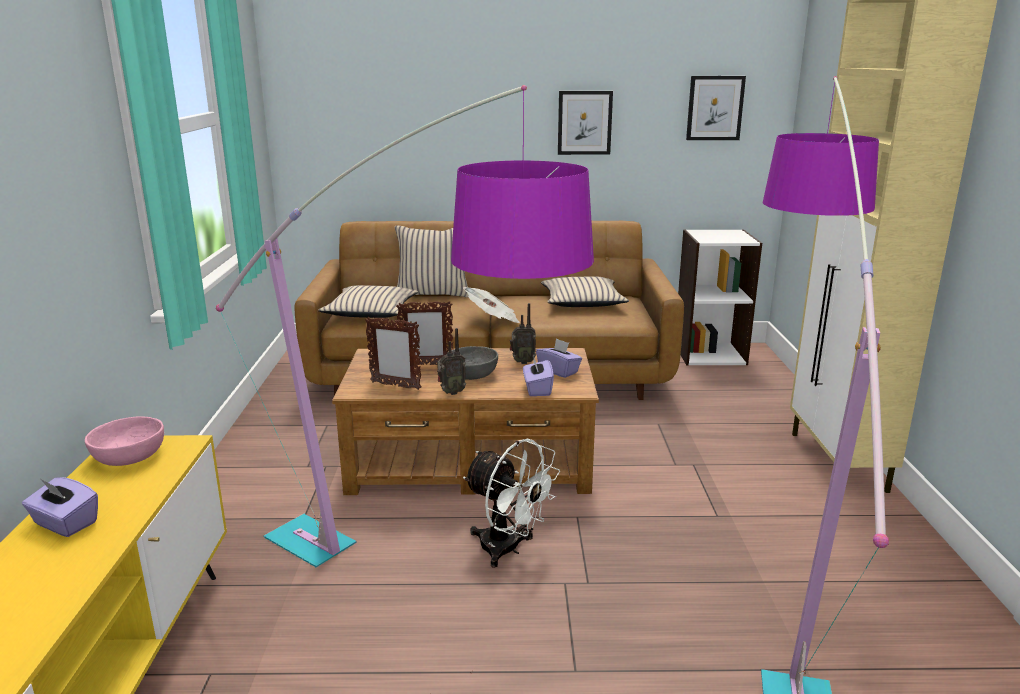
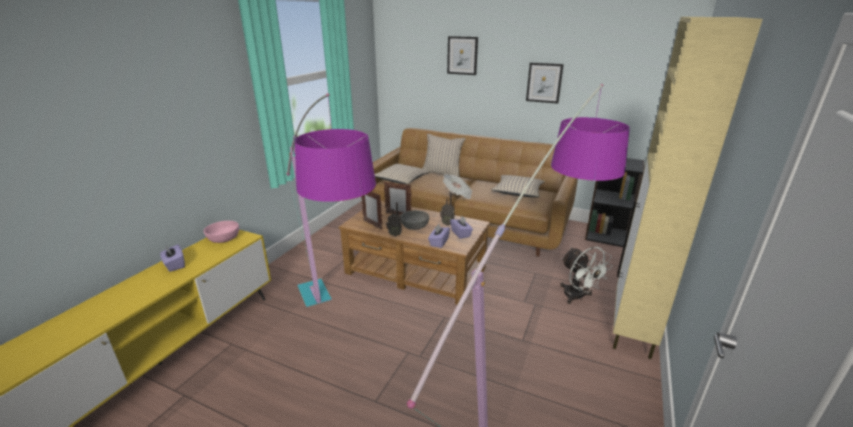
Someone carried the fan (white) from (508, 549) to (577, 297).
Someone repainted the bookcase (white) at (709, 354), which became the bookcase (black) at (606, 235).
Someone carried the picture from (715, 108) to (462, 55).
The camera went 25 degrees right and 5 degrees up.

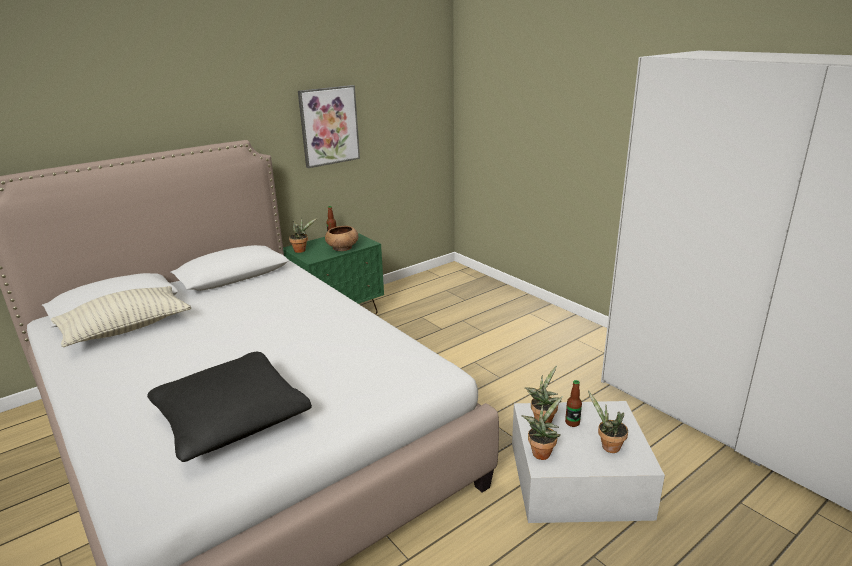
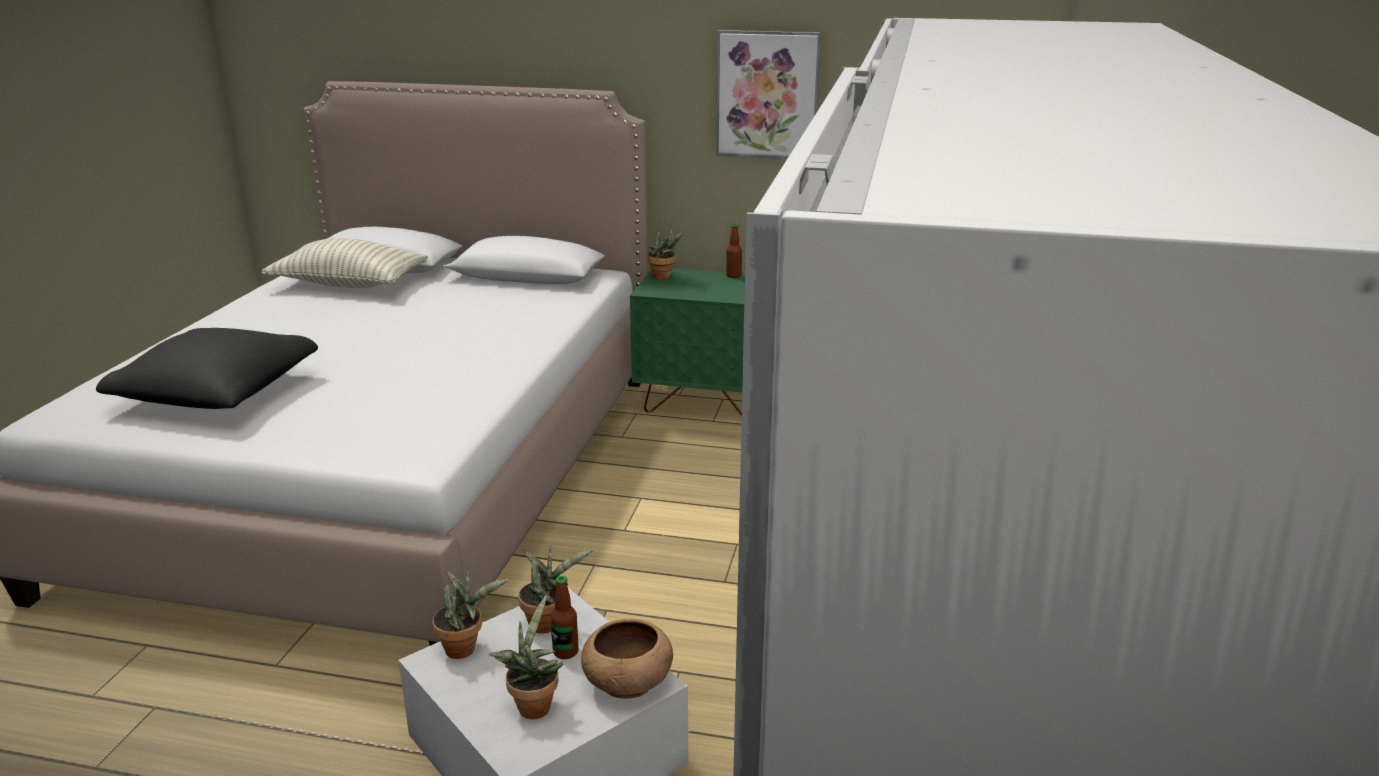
Someone carried the bowl (brown) from (342, 248) to (626, 682).
The camera went 50 degrees right and 0 degrees up.

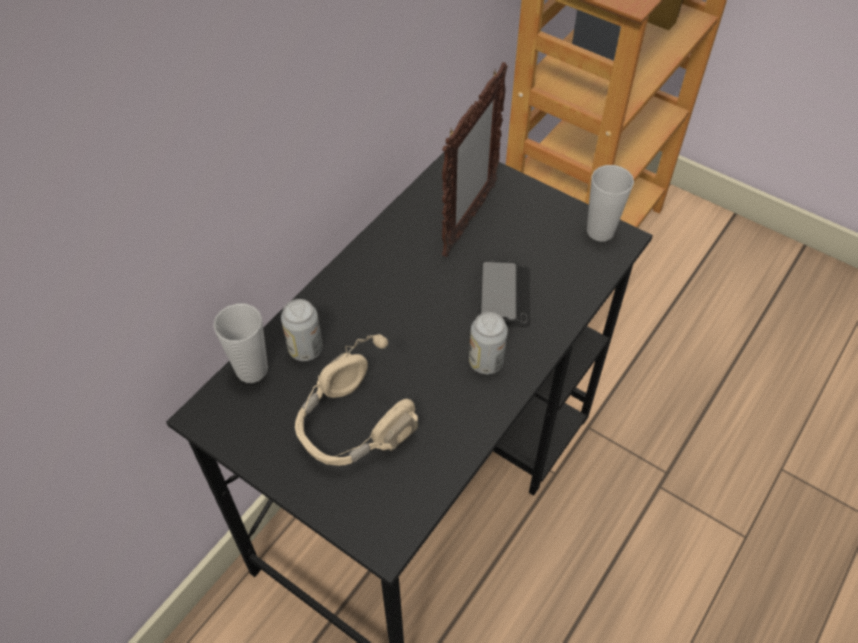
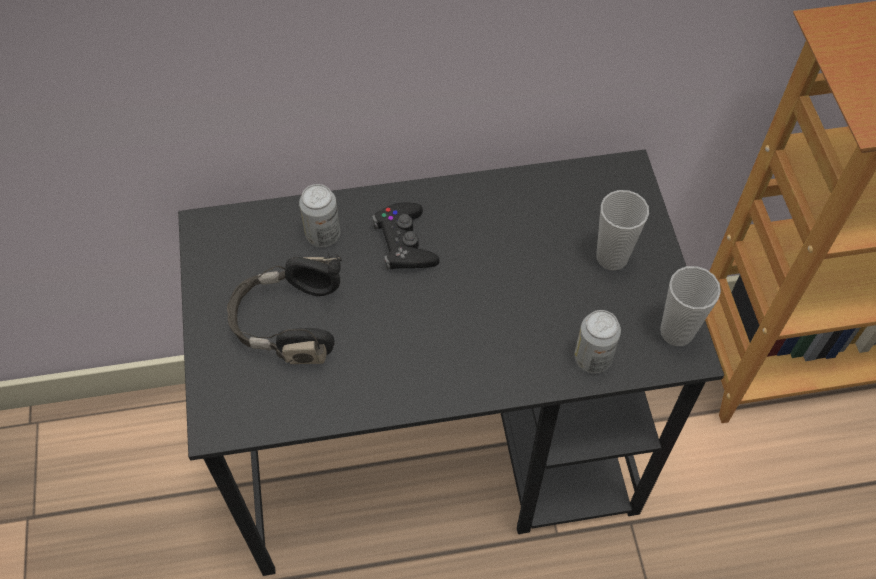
Someone carried the cup from (252, 370) to (612, 257).
Someone repainted the headphones (beige) at (353, 426), which became the headphones (black) at (289, 322).
Someone took away the picture frame at (469, 220).
Someone carried the can from (486, 362) to (592, 358).
Someone took away the phone at (504, 295).
Someone put down the game controller (black) at (405, 243).
The camera went 45 degrees right and 5 degrees up.

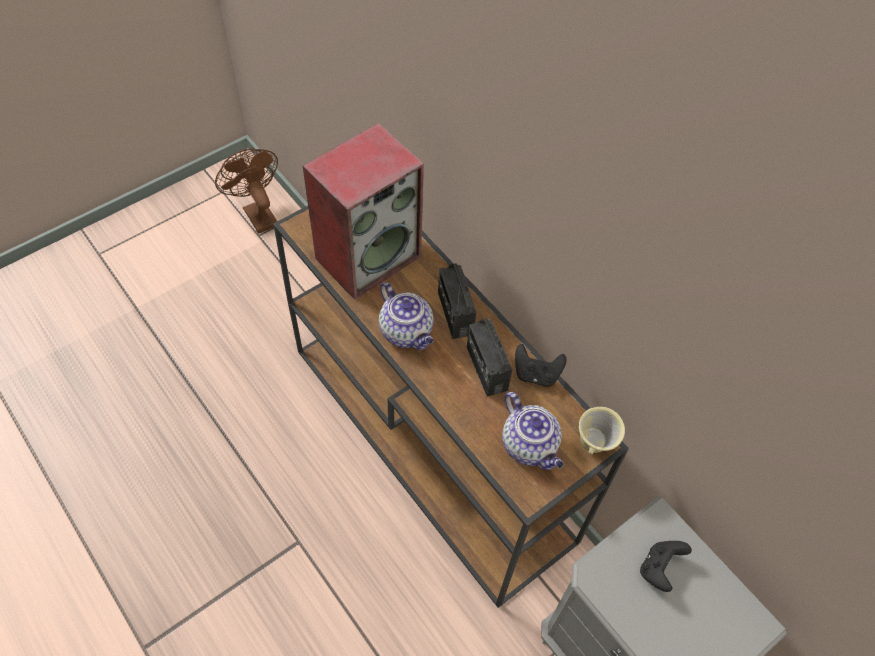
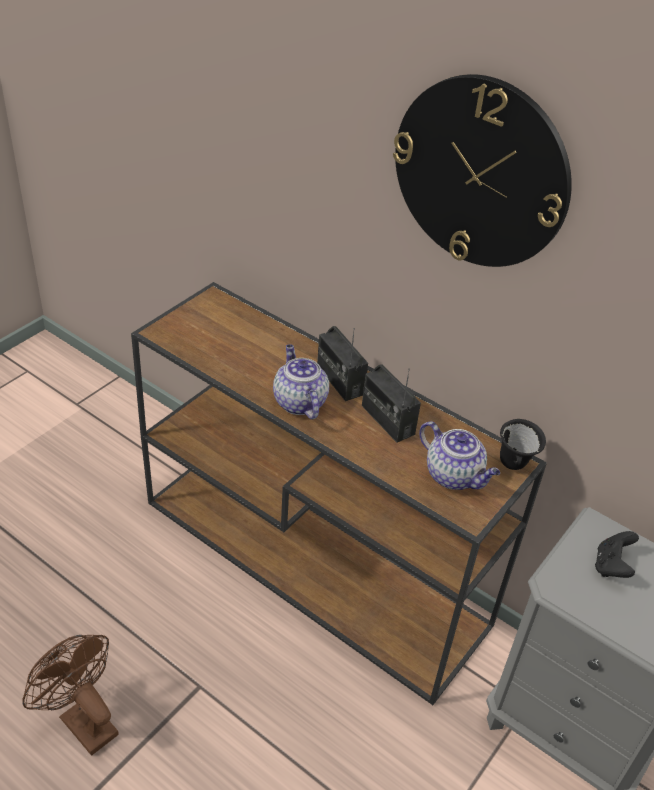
Someone carried the fan (brown) from (257, 213) to (82, 720).
Someone took away the speaker at (368, 256).
Someone rotated the teapot at (407, 332) by 150 degrees counterclockwise.
Someone took away the game controller (black) at (536, 374).
Someone repainted the mug (beige) at (594, 446), which became the mug (black) at (514, 466).
Someone put up the wall clock at (480, 173).
The camera went 15 degrees left and 15 degrees down.

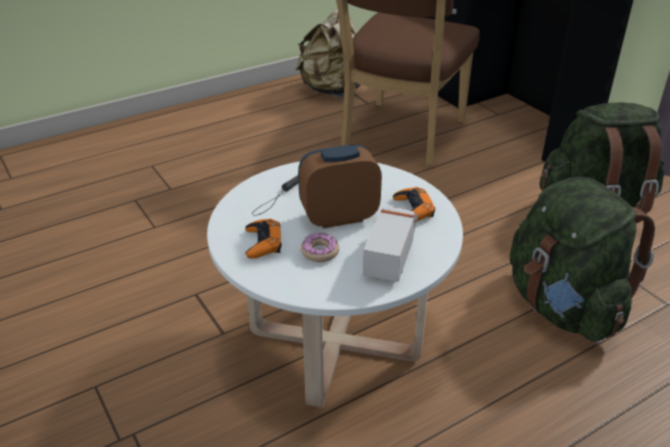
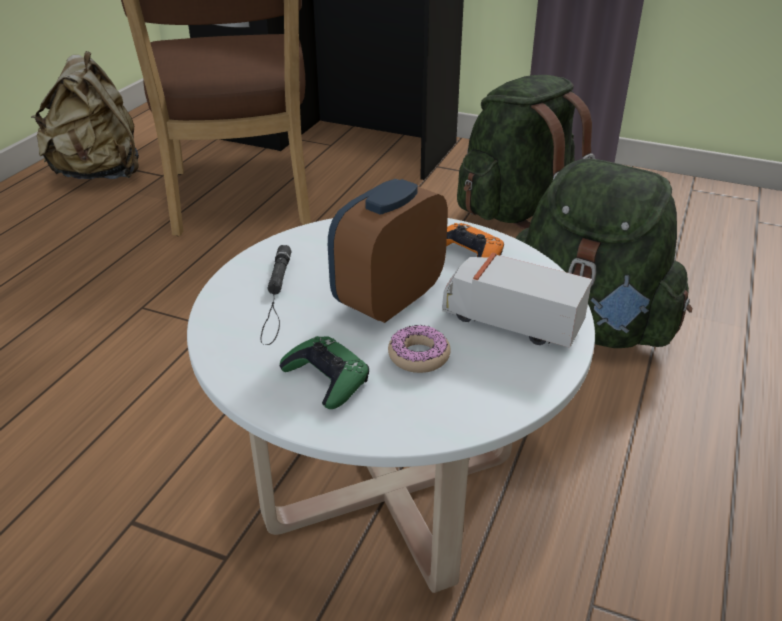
Someone repainted the game controller (orange) at (263, 243), which became the game controller (green) at (326, 378).
Someone rotated the toy truck at (390, 255) by 45 degrees counterclockwise.
The camera went 35 degrees left and 0 degrees up.

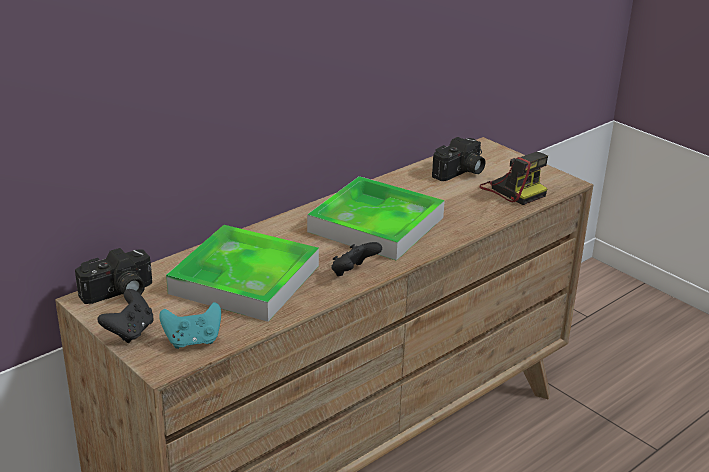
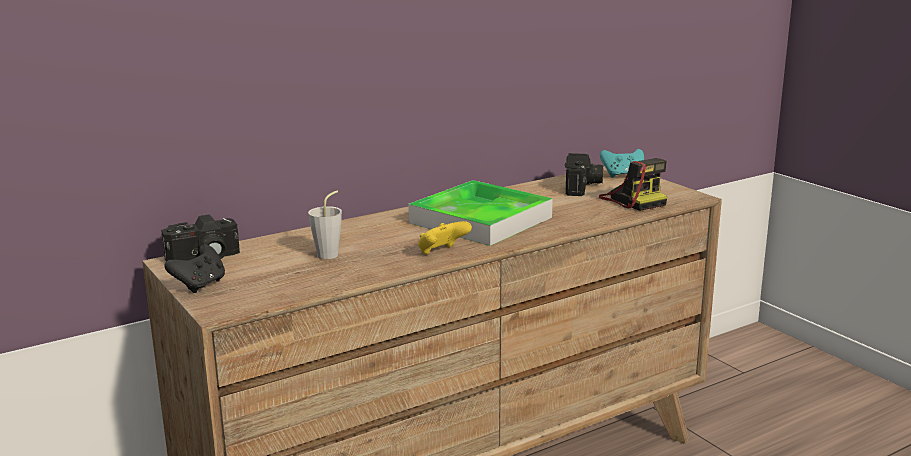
Someone carried the game controller (turquoise) from (193, 341) to (622, 175).
Someone swapped the tray at (245, 279) for the cup (grey) at (330, 253).
Someone repainted the game controller (black) at (353, 273), which became the game controller (yellow) at (442, 253).
Someone rotated the photo camera at (460, 173) by 45 degrees counterclockwise.
The camera went 10 degrees right and 10 degrees down.

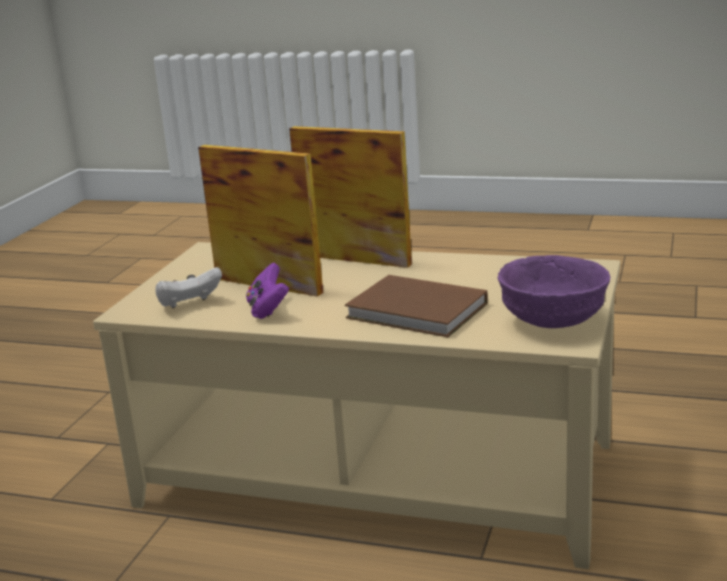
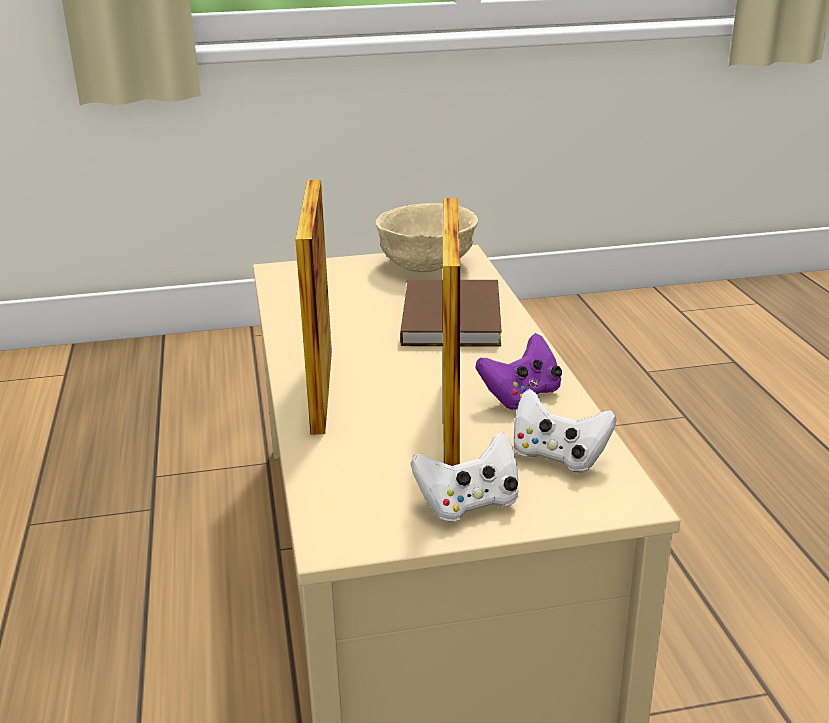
Someone repainted the bowl (purple) at (551, 322), which became the bowl (beige) at (427, 265).
Someone put down the game controller (white) at (469, 504).
The camera went 120 degrees left and 5 degrees up.

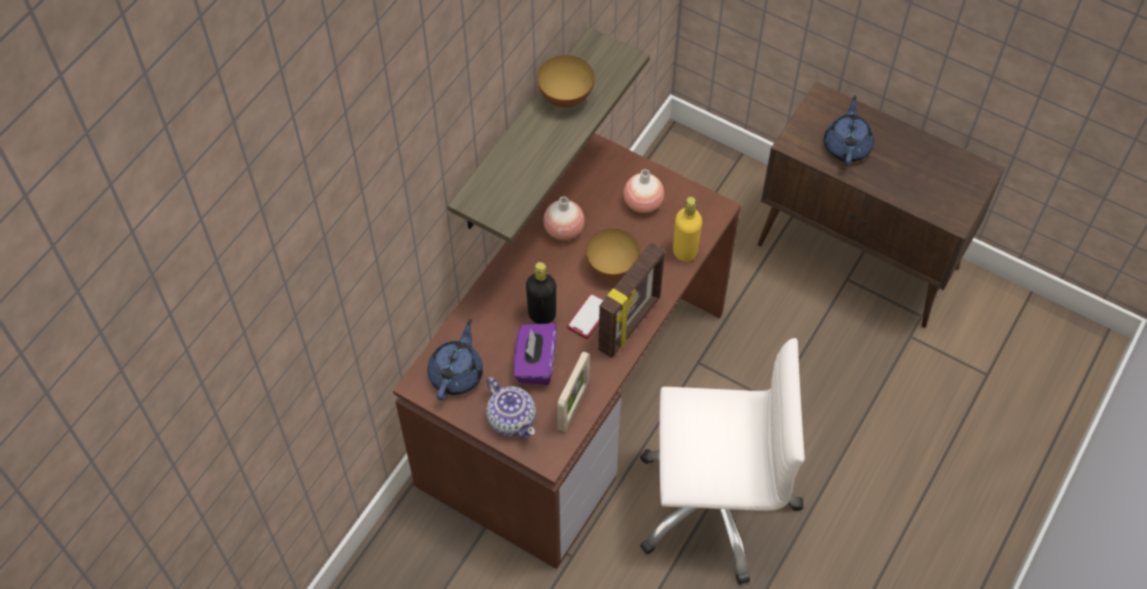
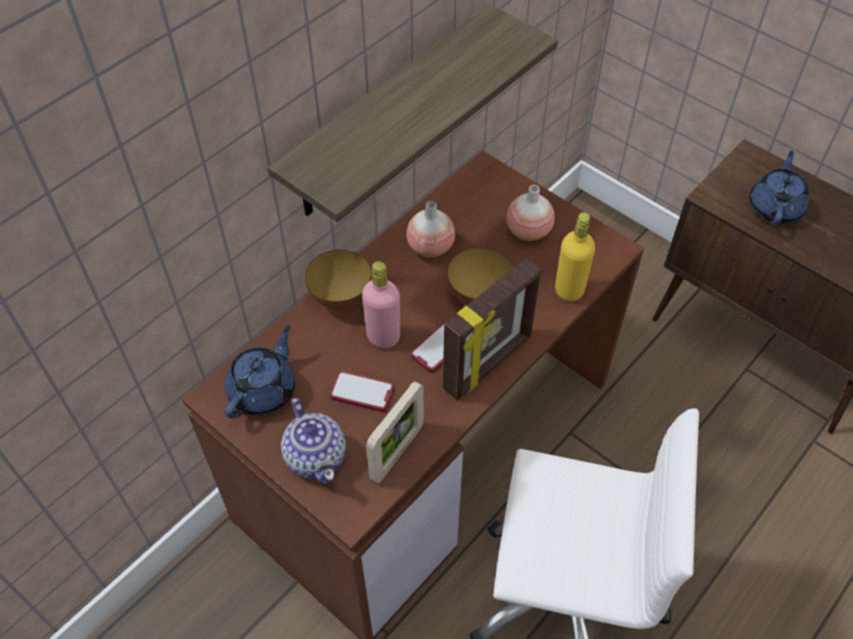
Someone swapped the tissue box (purple) at (535, 363) for the phone at (362, 392).
Someone repainted the bottle (black) at (542, 314), which became the bottle (pink) at (383, 337).
Someone carried the bowl from (565, 97) to (341, 297).
The camera went 10 degrees right and 5 degrees down.

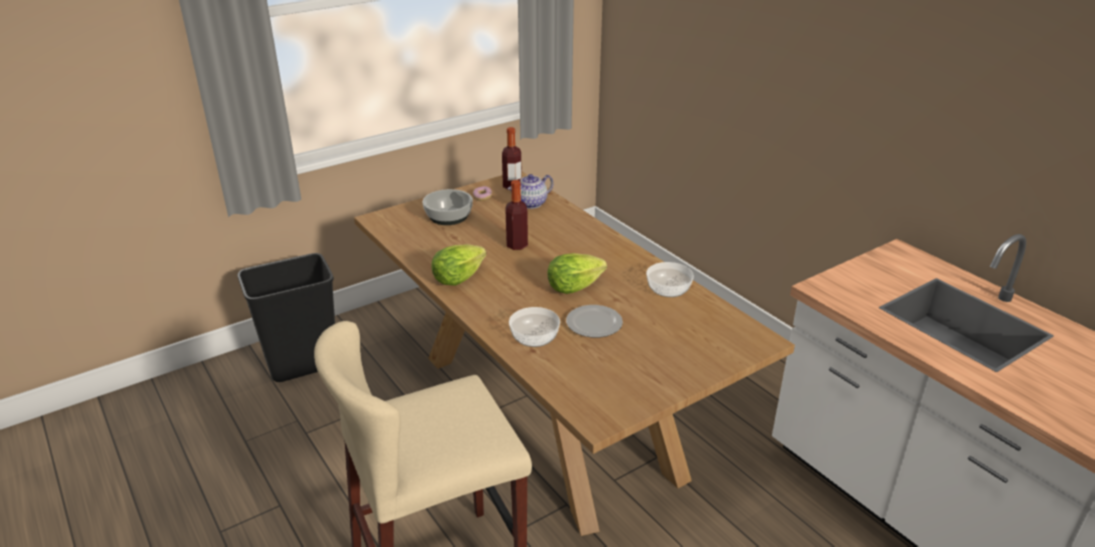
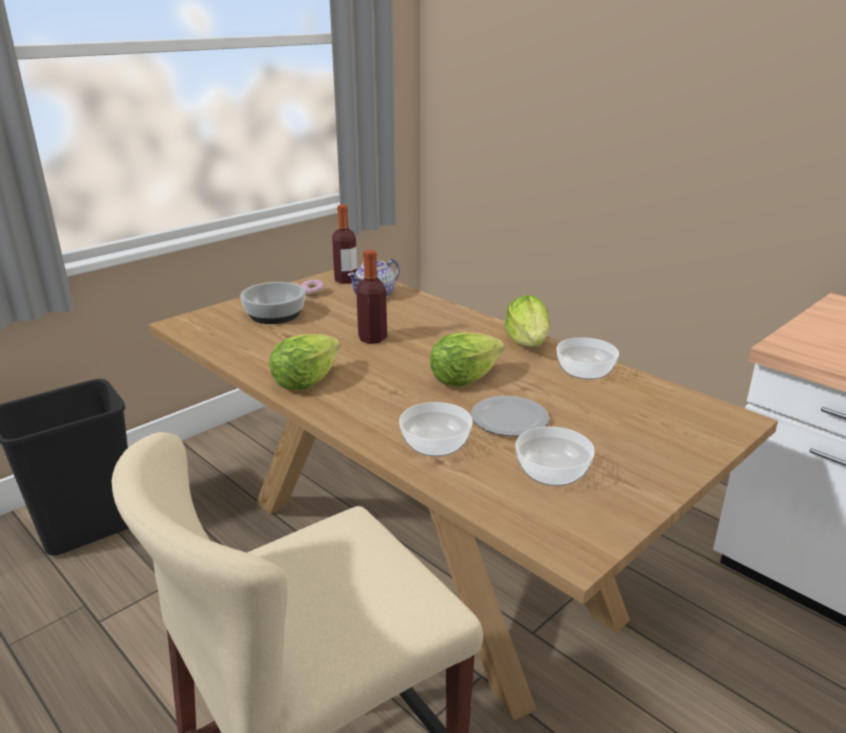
Someone put down the lettuce at (528, 343).
Someone put down the bowl at (551, 472).
The camera went 10 degrees left and 5 degrees down.

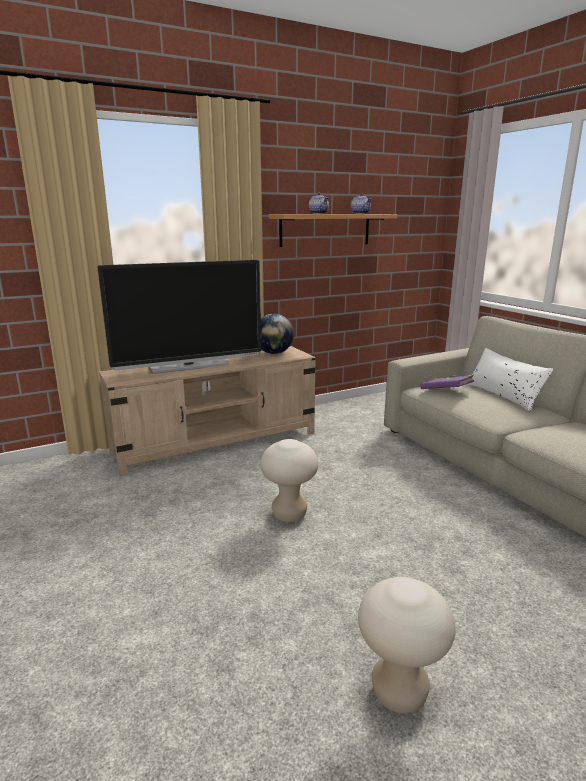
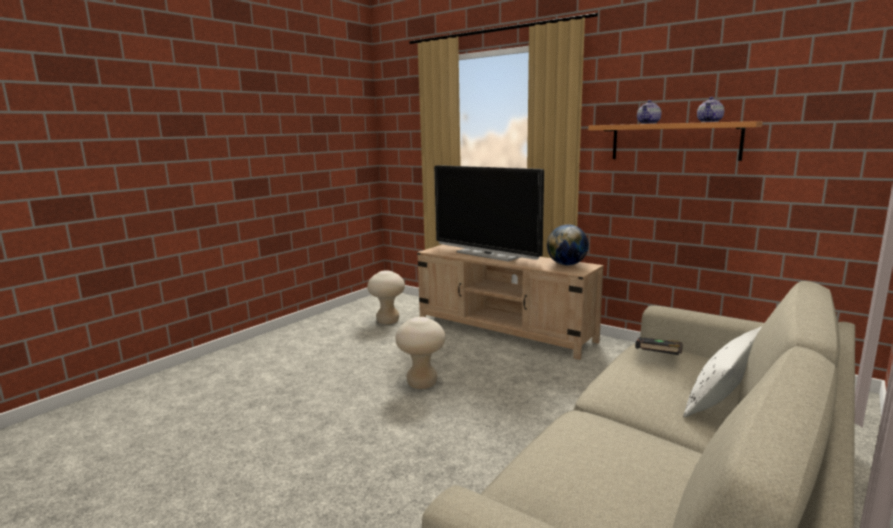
Someone carried the stool (beige) from (399, 692) to (388, 321).
Someone repainted the book (purple) at (446, 391), which became the book (black) at (658, 357).
The camera went 65 degrees right and 5 degrees down.

